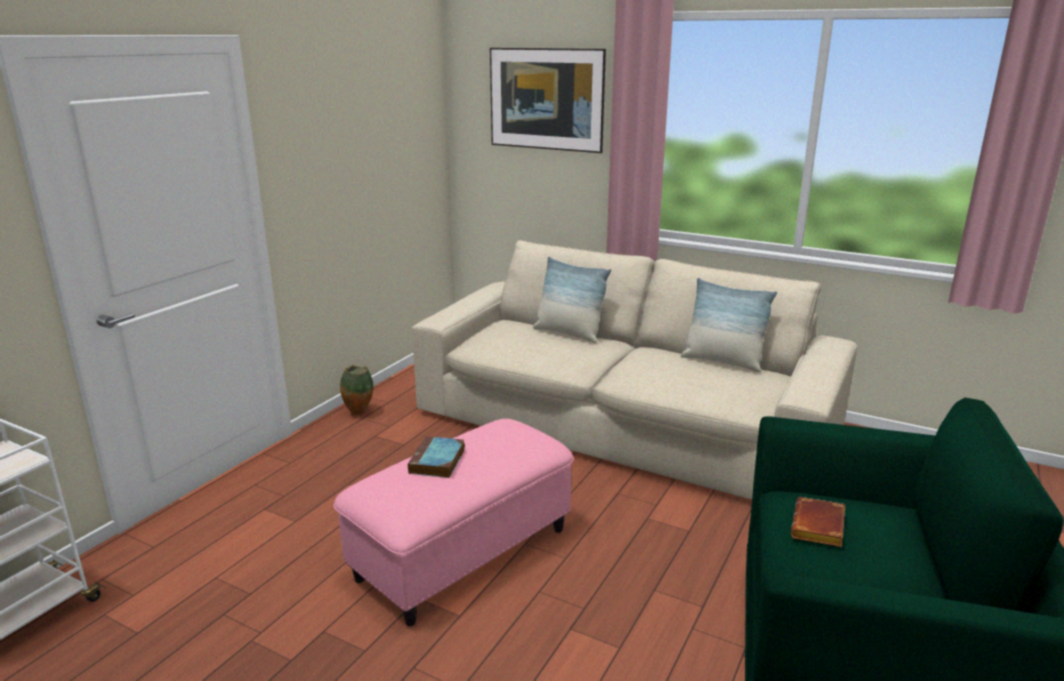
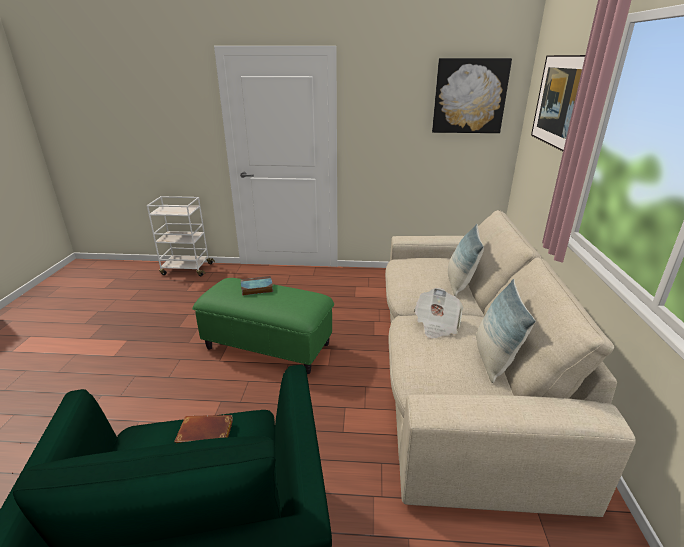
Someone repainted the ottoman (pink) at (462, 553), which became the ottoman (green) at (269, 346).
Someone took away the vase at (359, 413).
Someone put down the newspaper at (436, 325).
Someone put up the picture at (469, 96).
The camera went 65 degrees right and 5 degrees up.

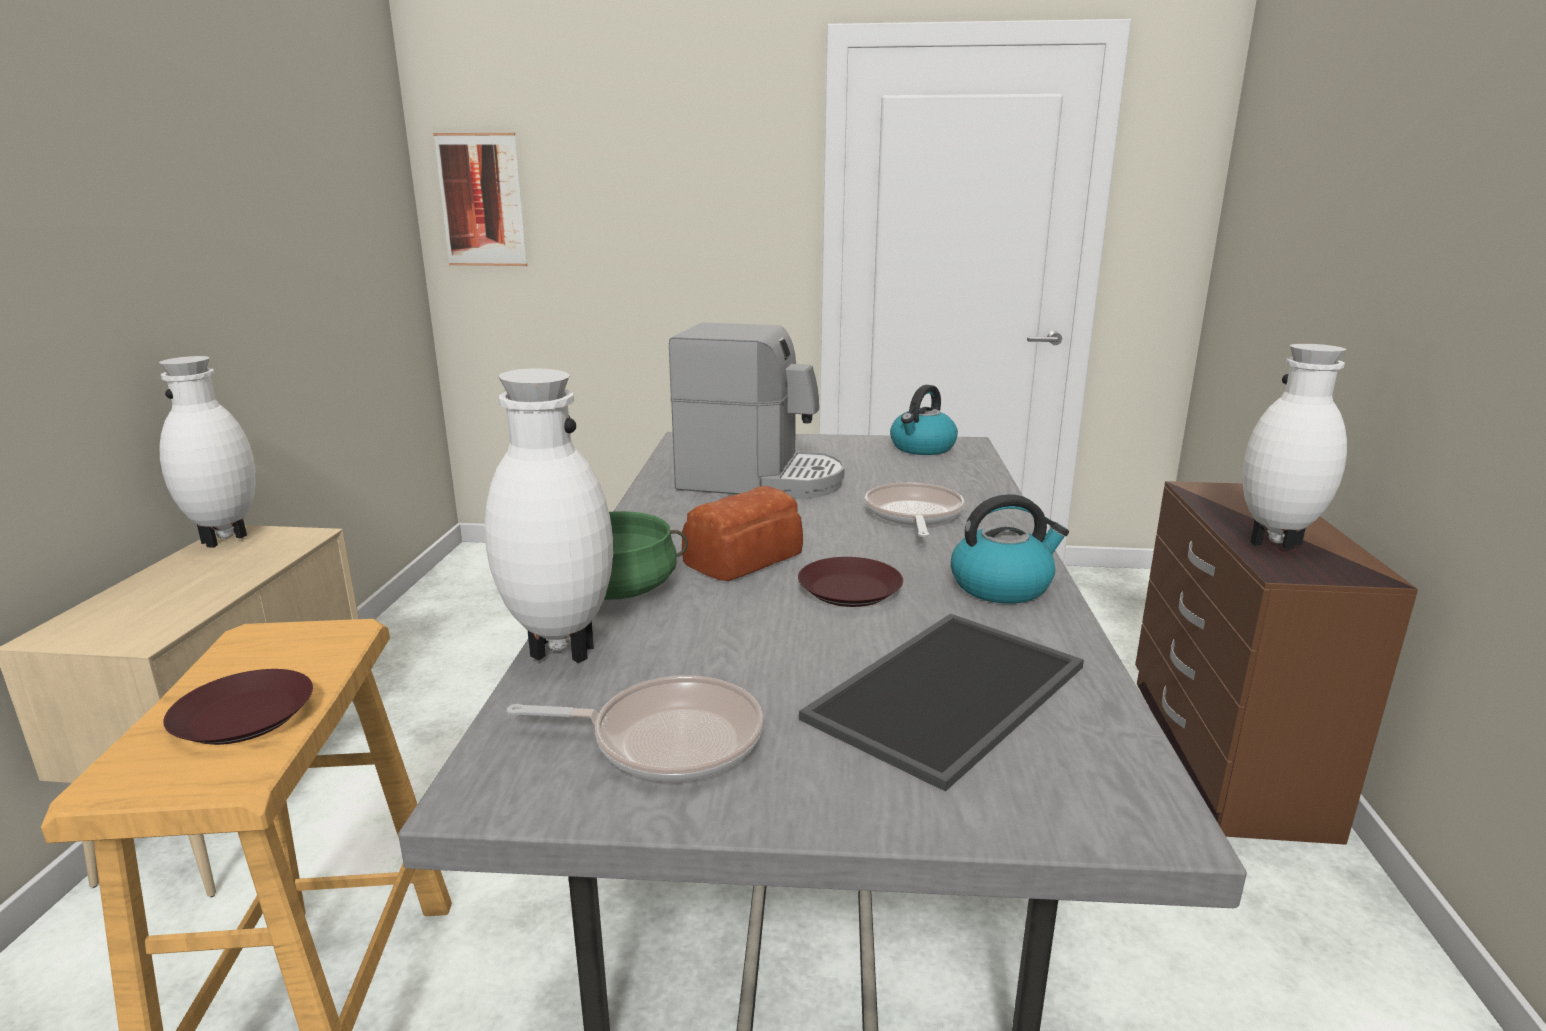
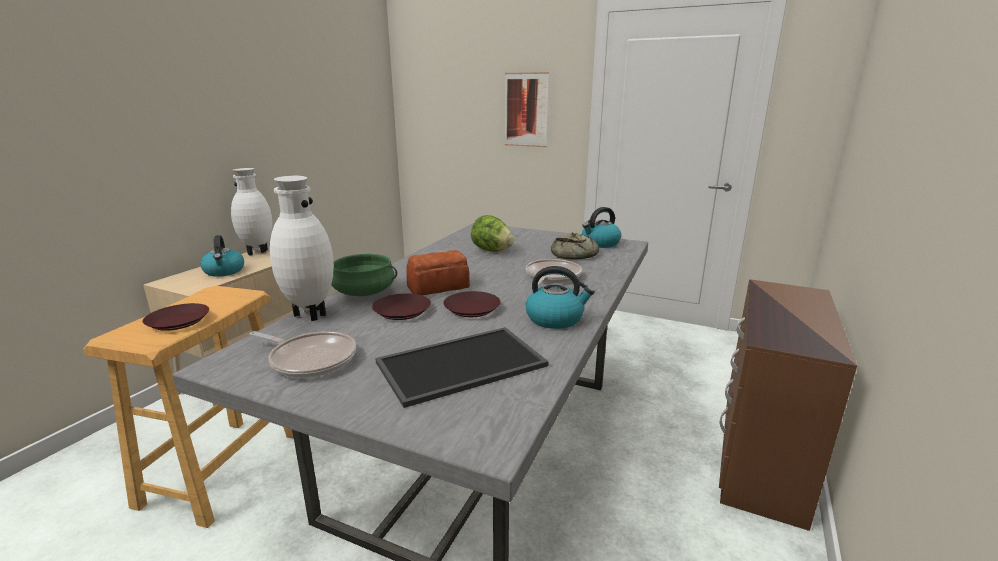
Someone carried the picture from (481, 200) to (526, 110).
Someone swapped the coffee machine at (760, 480) for the lettuce at (491, 250).
Someone took away the vase (white) at (1276, 544).
Someone put down the kettle at (224, 271).
Someone put down the plate (brown) at (403, 311).
Someone put down the bread at (574, 254).
The camera went 20 degrees right and 0 degrees up.

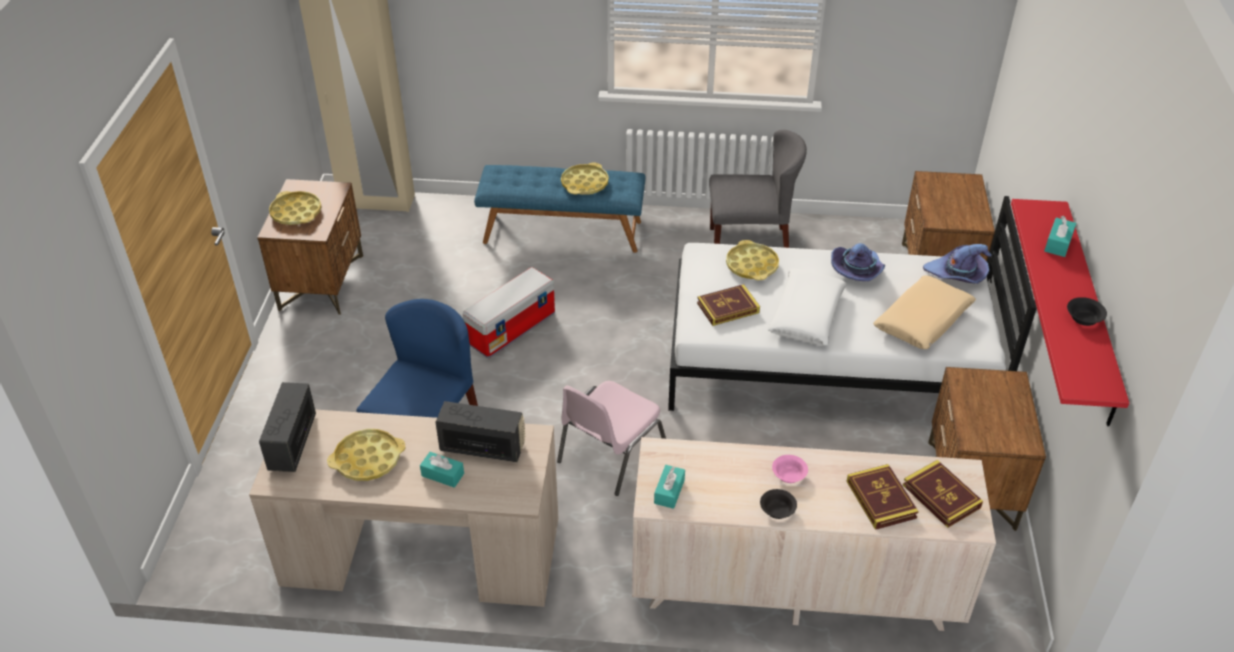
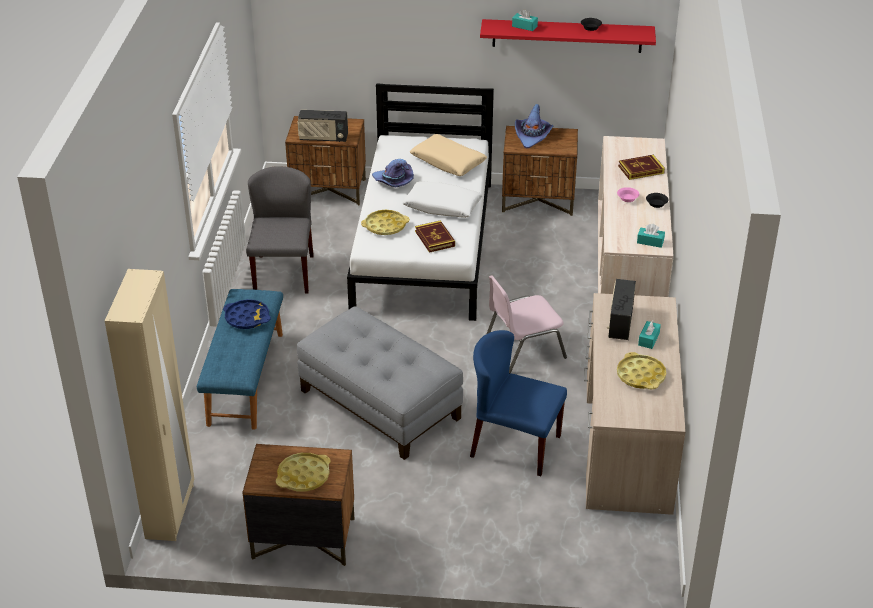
Someone carried the radio from (292, 442) to (323, 138).
Someone swapped the storage box at (512, 328) for the ottoman (grey) at (379, 404).
Someone rotated the chair (pink) at (610, 454) by 120 degrees clockwise.
Someone repainted the tray (yellow) at (584, 183), which became the tray (blue) at (247, 318).
Someone took away the book at (941, 496).
Someone carried the hat (purple) from (957, 274) to (532, 136).
The camera went 90 degrees left and 5 degrees down.

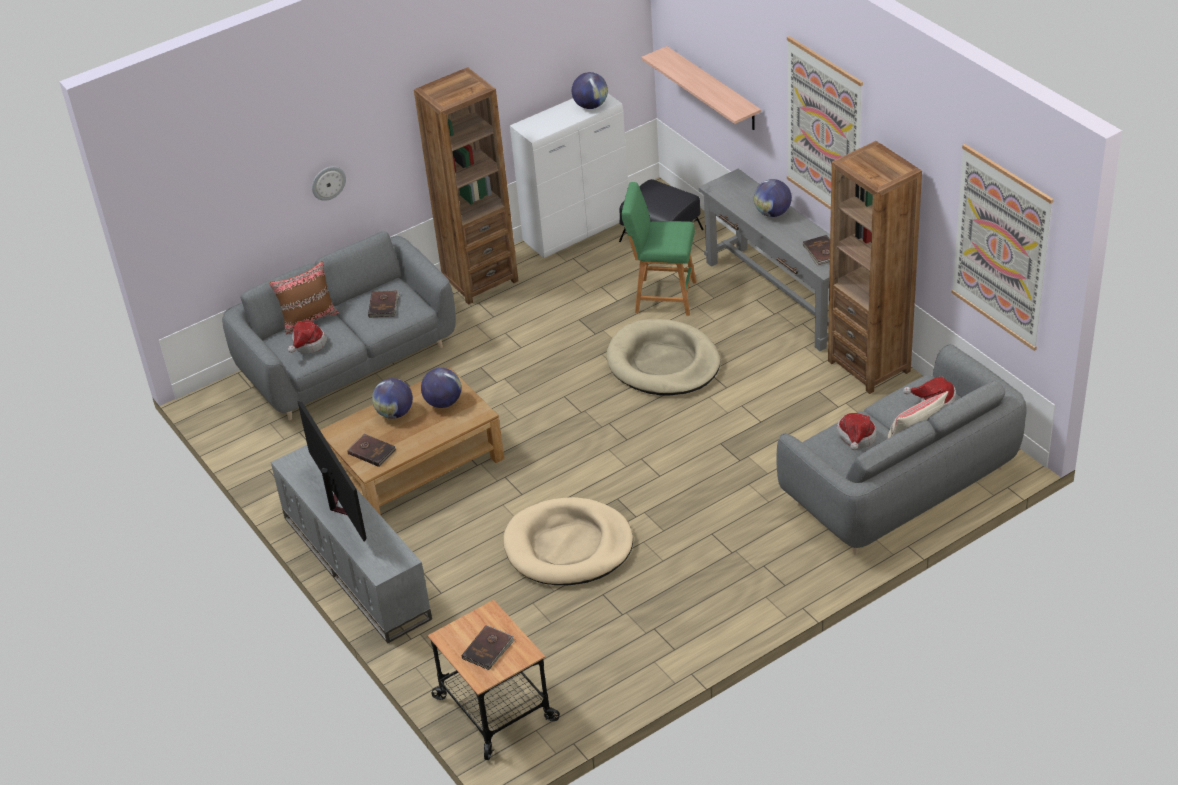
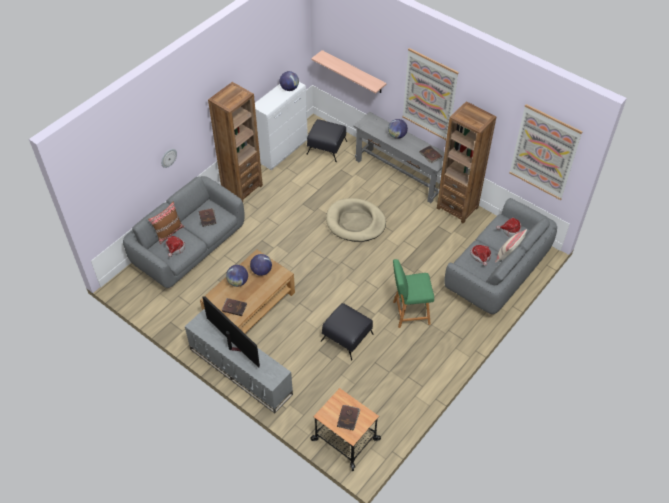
Someone swapped the dog bed (beige) at (568, 546) for the ottoman (black) at (347, 337).
Someone carried the stool (green) from (662, 296) to (409, 313).
The camera went 20 degrees left and 10 degrees up.

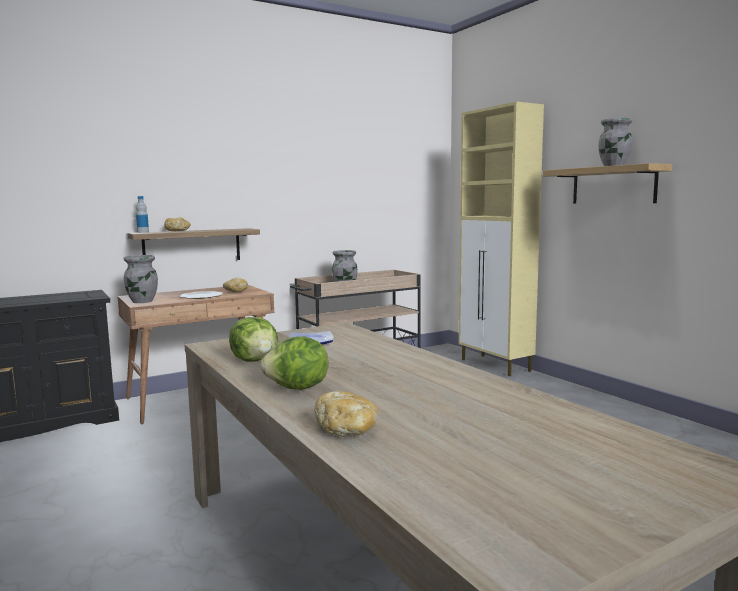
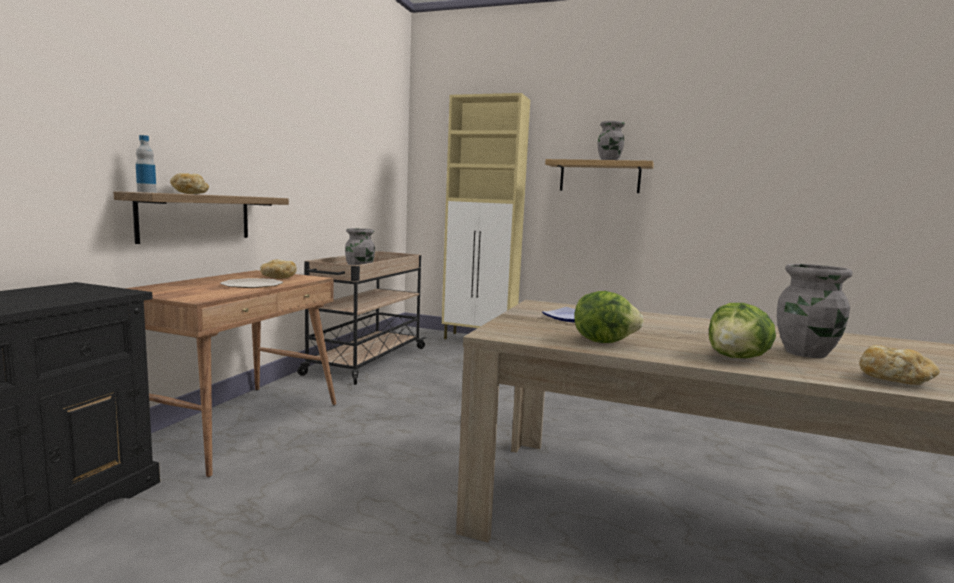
Someone carried the vase (grey) from (142, 301) to (806, 353).
The camera went 40 degrees left and 0 degrees up.

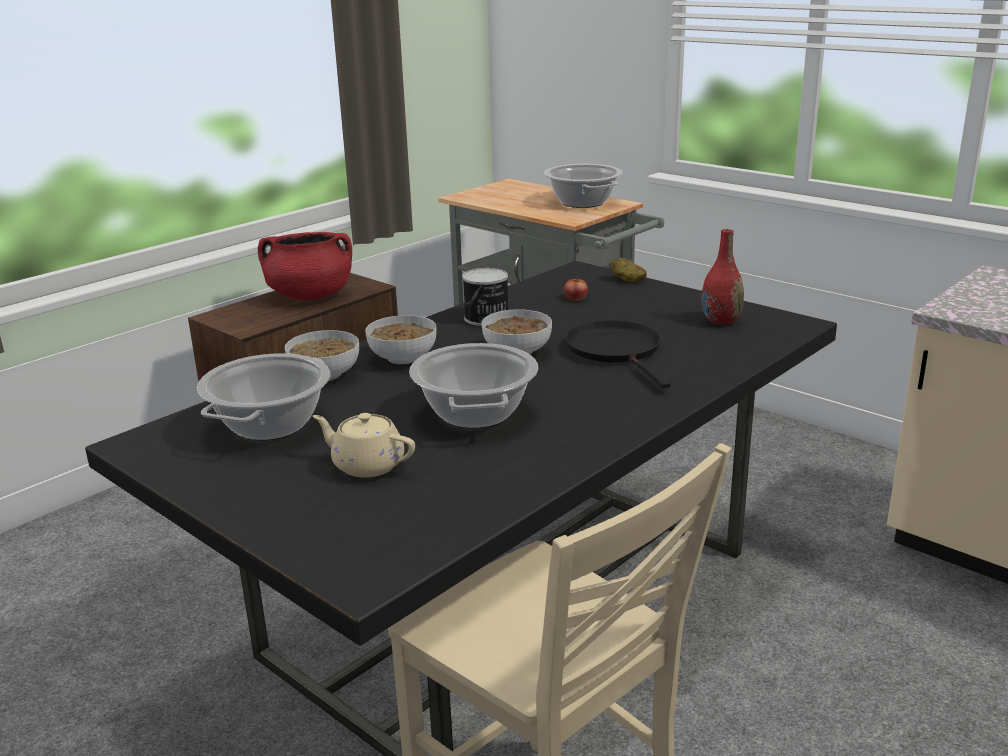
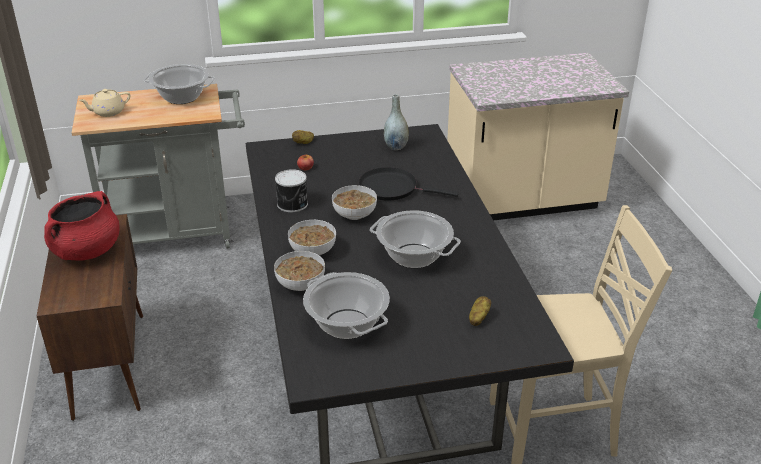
Someone carried the teapot (beige) from (366, 465) to (108, 112).
Someone repainted the vase (red) at (721, 321), which became the vase (grey) at (396, 147).
Someone put down the potato at (478, 318).
The camera went 55 degrees left and 10 degrees up.

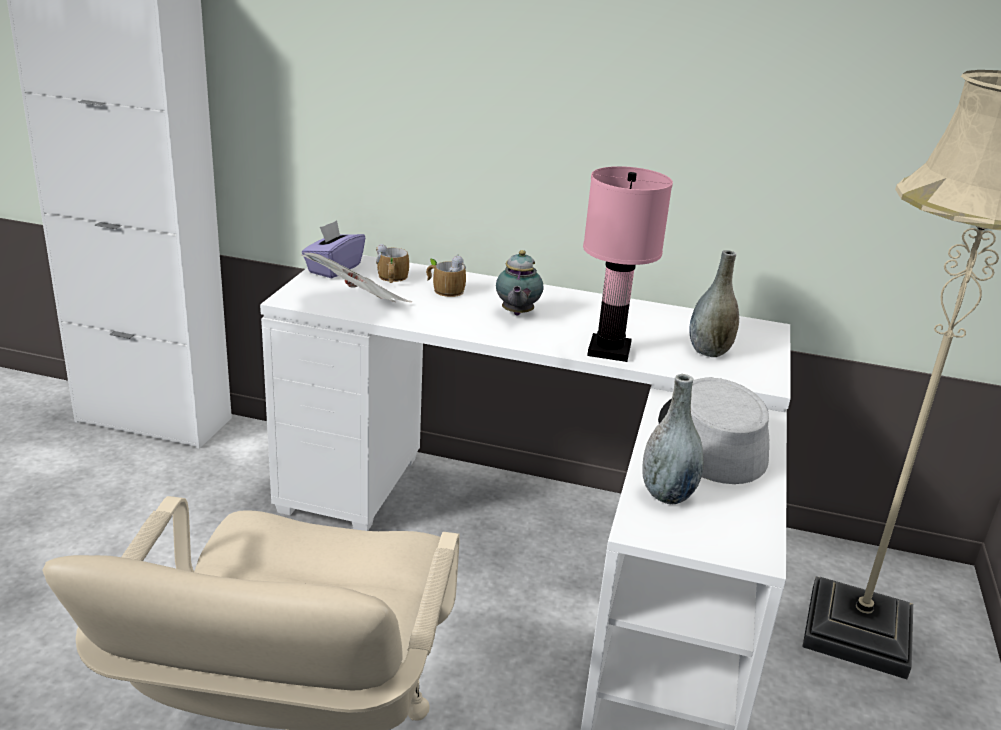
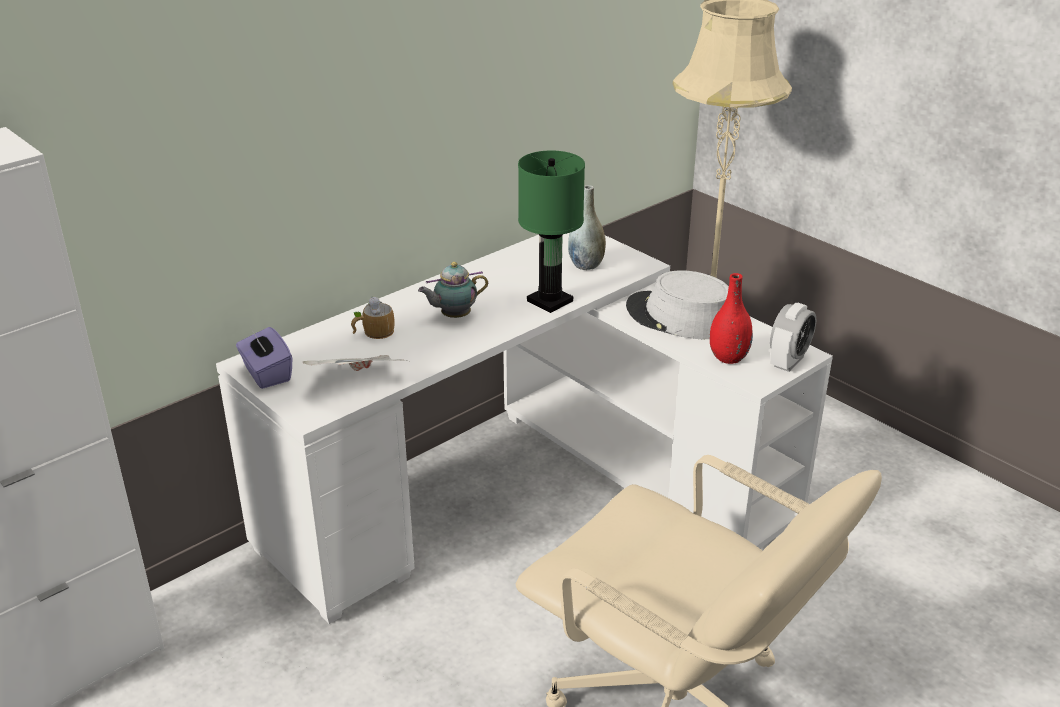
Someone took away the mug at (391, 279).
Someone rotated the teapot at (516, 314) by 120 degrees clockwise.
Someone repainted the table lamp (pink) at (608, 350), which became the table lamp (green) at (549, 301).
Someone repainted the vase (grey) at (667, 494), which became the vase (red) at (728, 358).
Someone put down the alarm clock at (788, 361).
The camera went 55 degrees left and 5 degrees up.

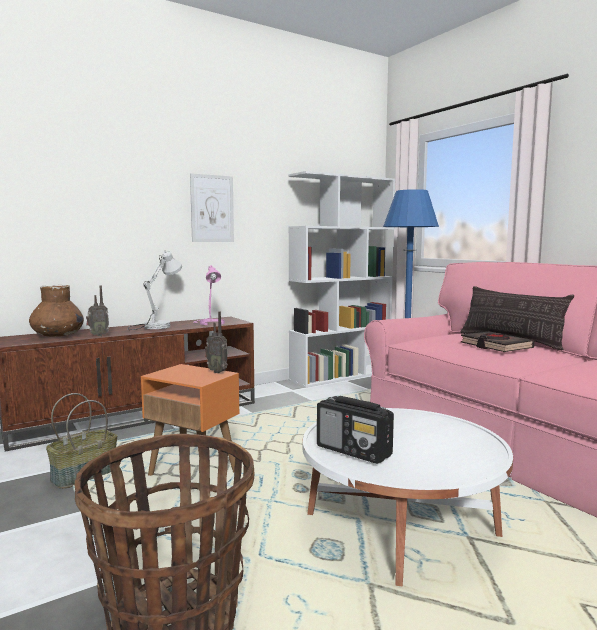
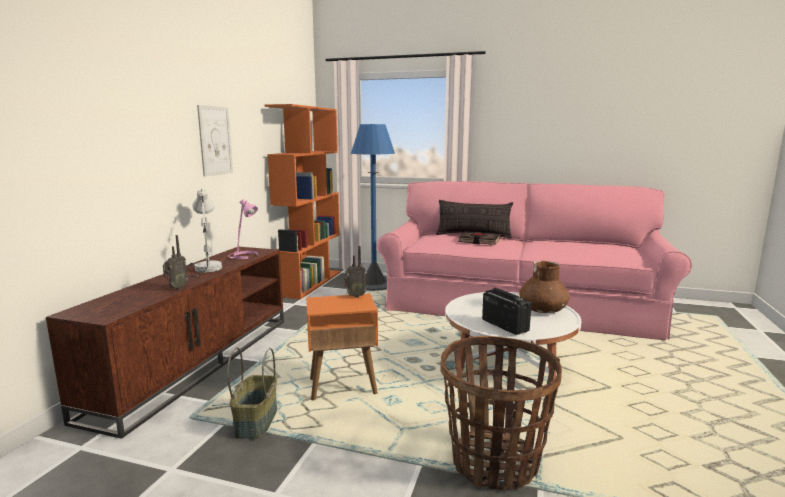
Someone carried the vase (brown) from (57, 336) to (543, 310).
Someone repainted the bookcase (white) at (341, 376), which became the bookcase (orange) at (310, 283).
Someone rotated the radio at (354, 451) by 120 degrees counterclockwise.
The camera went 40 degrees left and 5 degrees up.

